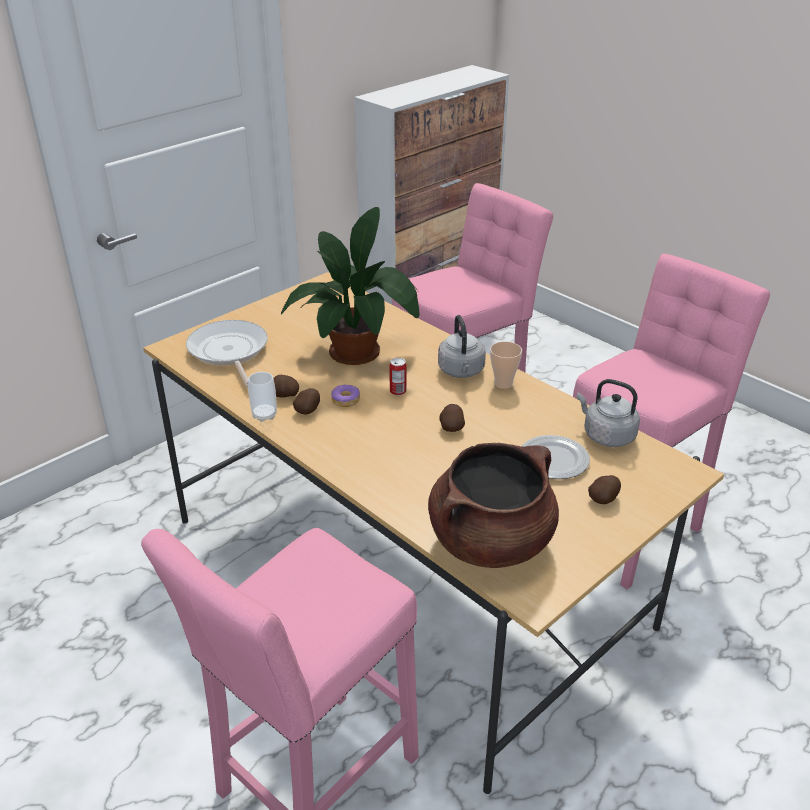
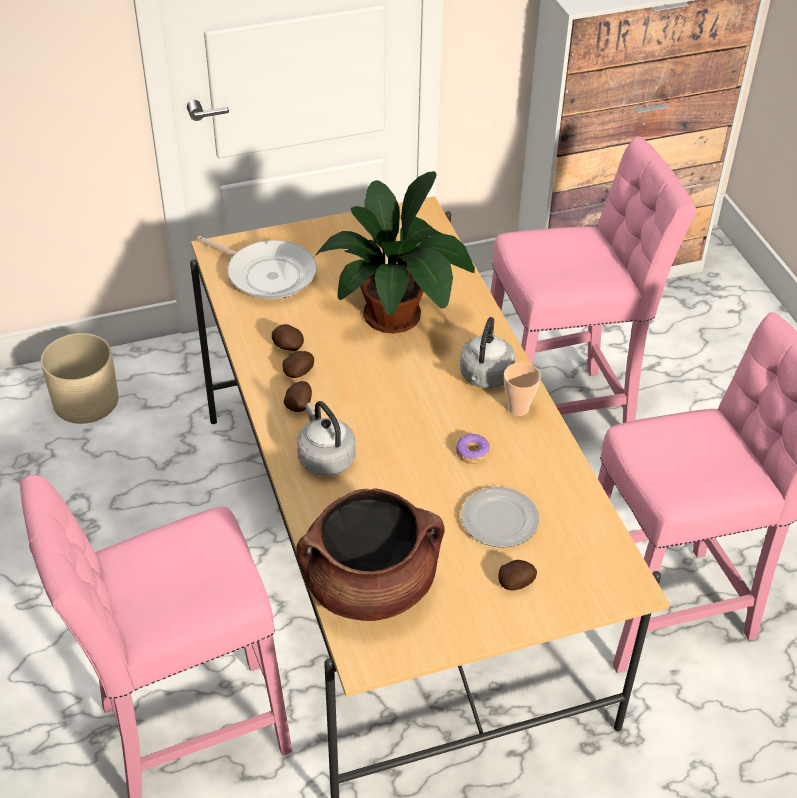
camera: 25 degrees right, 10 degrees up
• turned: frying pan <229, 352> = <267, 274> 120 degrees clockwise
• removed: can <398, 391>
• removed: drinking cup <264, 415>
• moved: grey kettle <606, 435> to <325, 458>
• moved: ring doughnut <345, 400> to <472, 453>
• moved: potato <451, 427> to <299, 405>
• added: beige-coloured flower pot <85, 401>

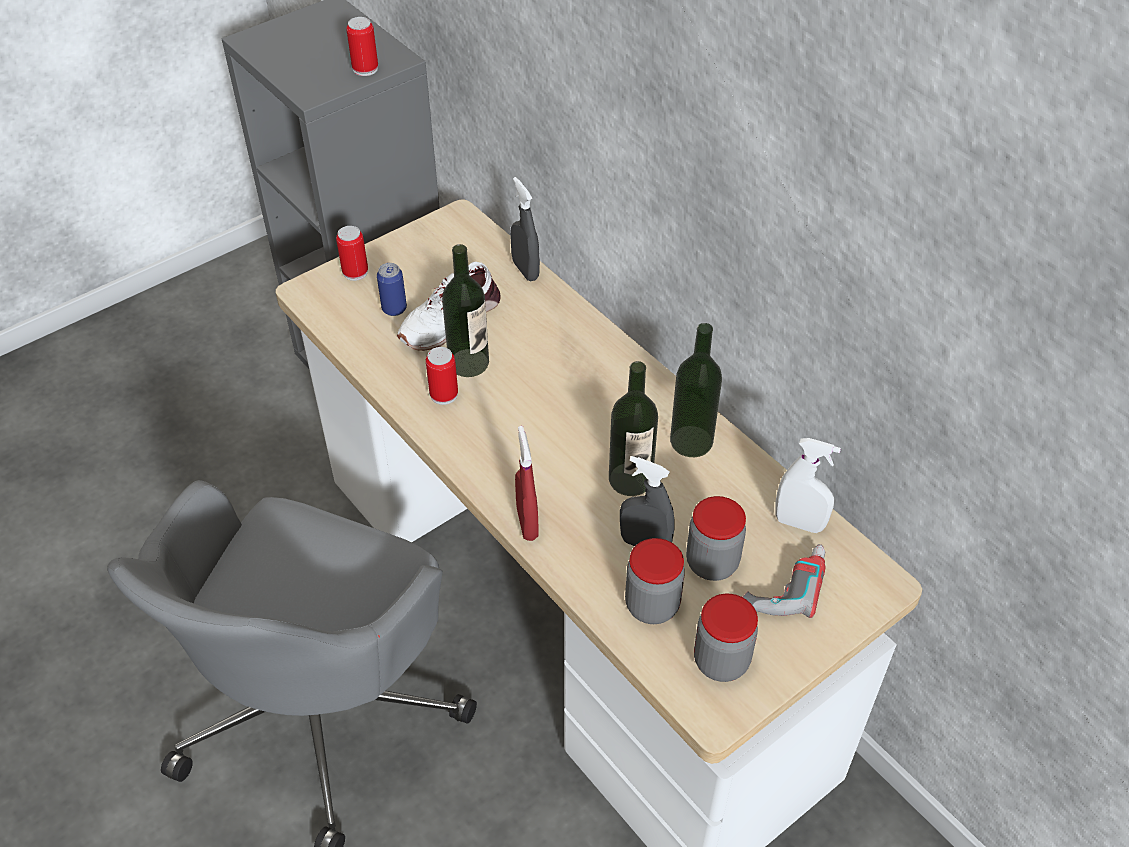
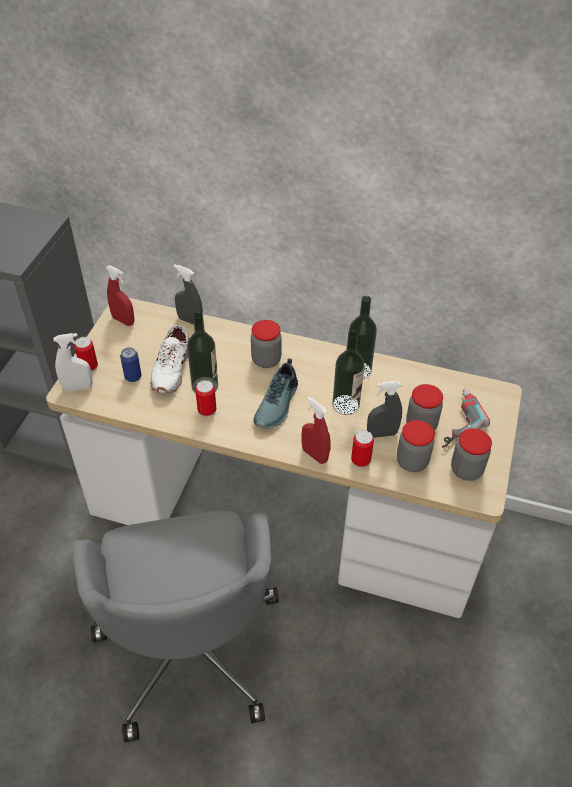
camera: 35 degrees left, 0 degrees up
• moved: can <365, 69> to <360, 460>
• moved: white sprayer <799, 523> to <78, 387>
• added: red sprayer <123, 320>
• added: jar <266, 360>
• added: low shoe <278, 404>

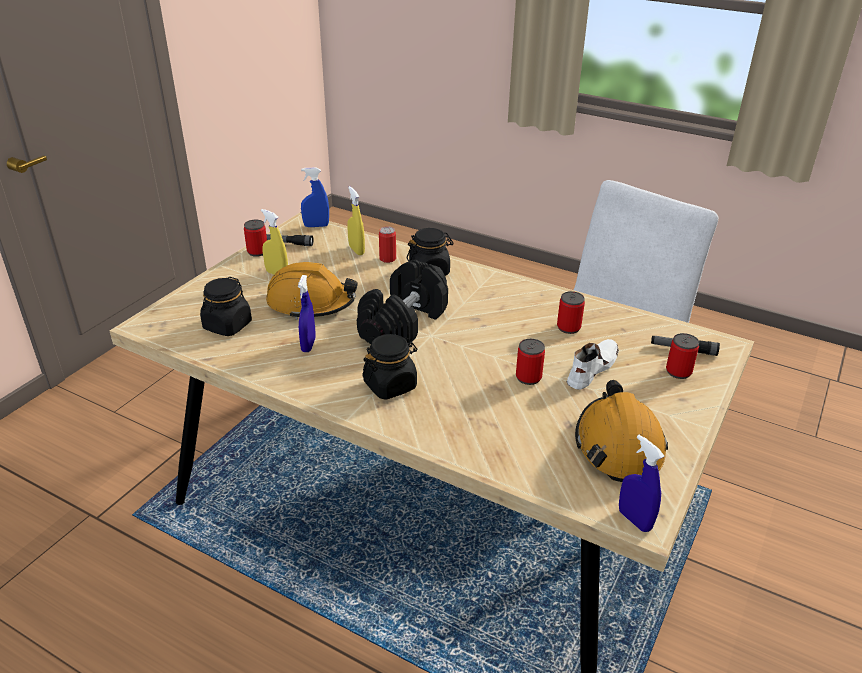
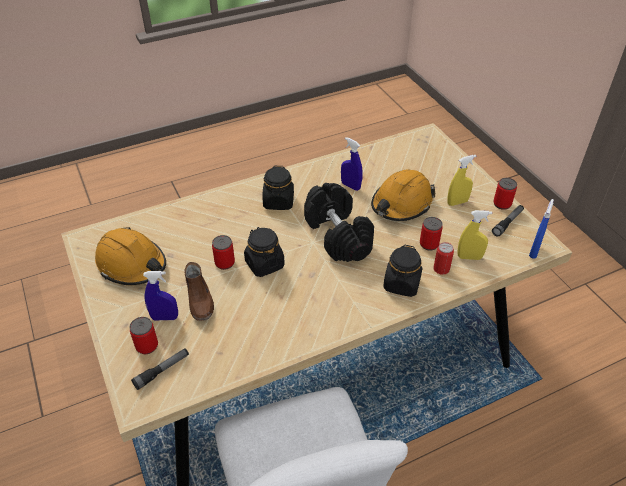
camera: 125 degrees right, 10 degrees up
• moved: black jar <227, 325> to <264, 264>
• moved: can <568, 327> to <429, 244>
• recoloured: white low shoe <591, 369> to brown-coloured low shoe <200, 299>
• moved: blue-coloured sprayer <634, 520> to <164, 317>

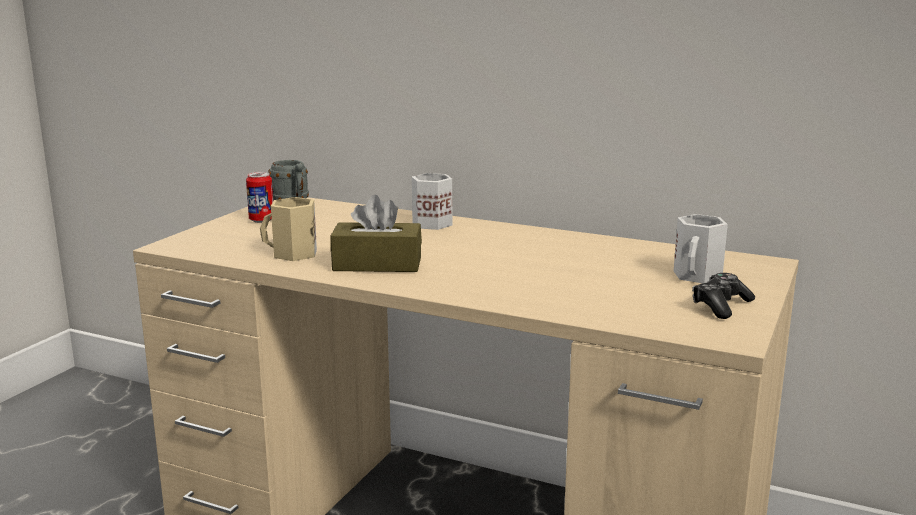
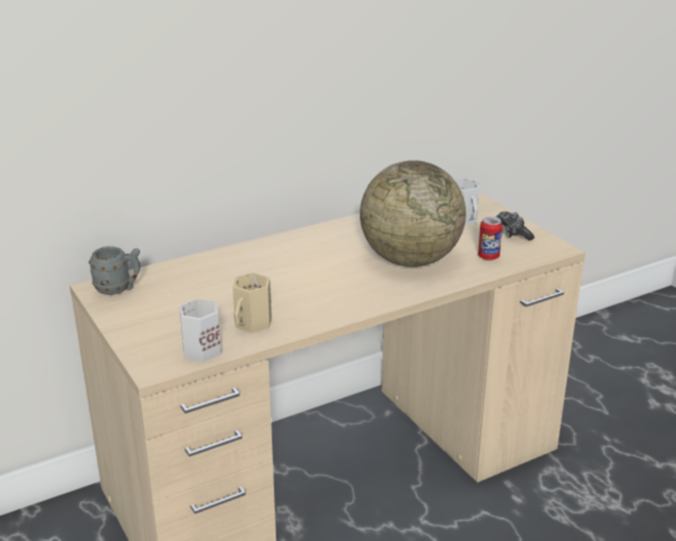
camera: 55 degrees left, 10 degrees up
• moved: can <261, 220> to <488, 257>
• moved: white mug <431, 223> to <199, 350>
• removed: brown-coloured tissue holder <377, 264>
• added: globe <410, 260>

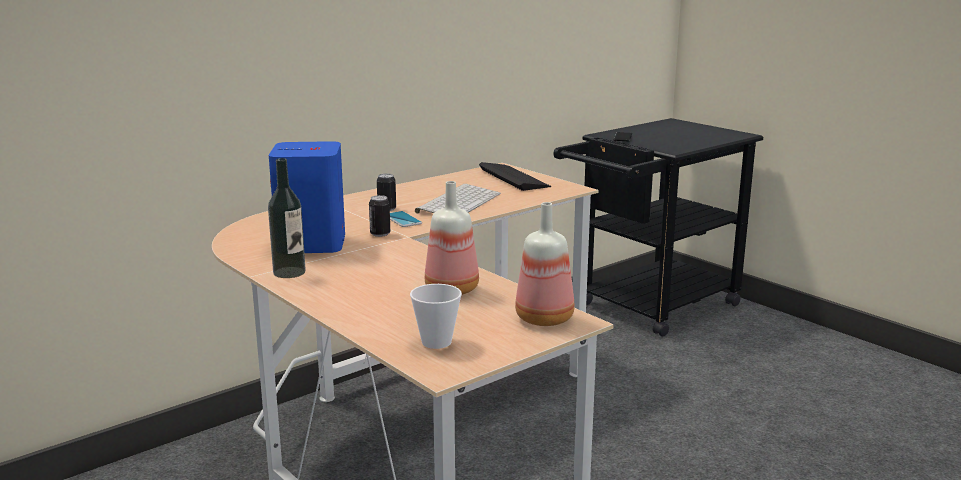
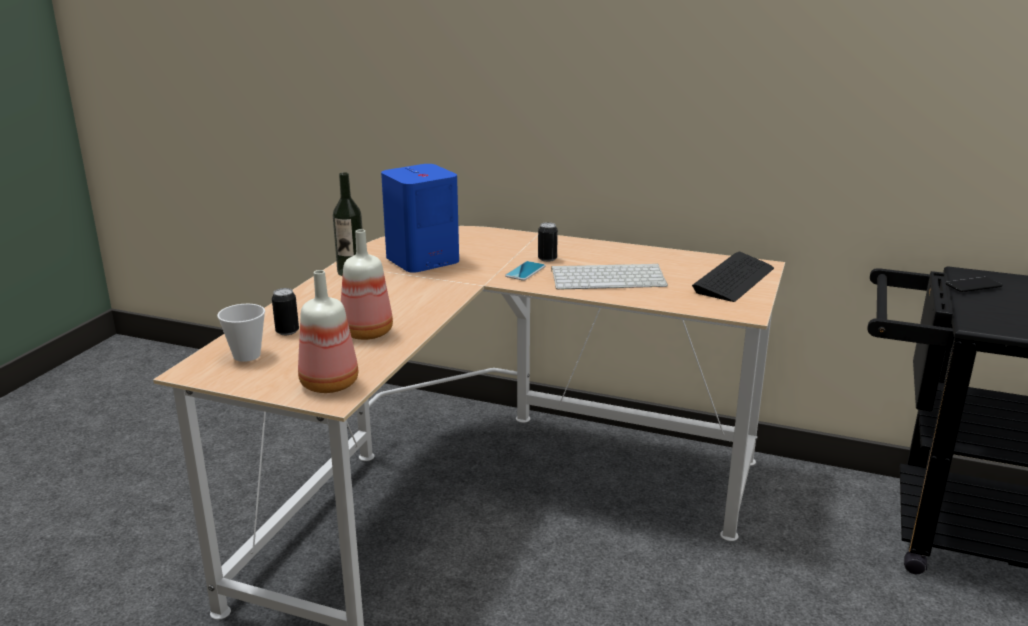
camera: 60 degrees right, 5 degrees up
• moved: can <380, 234> to <287, 331>

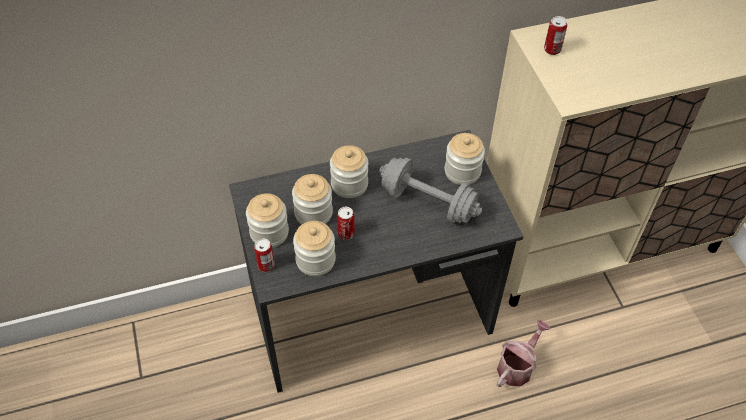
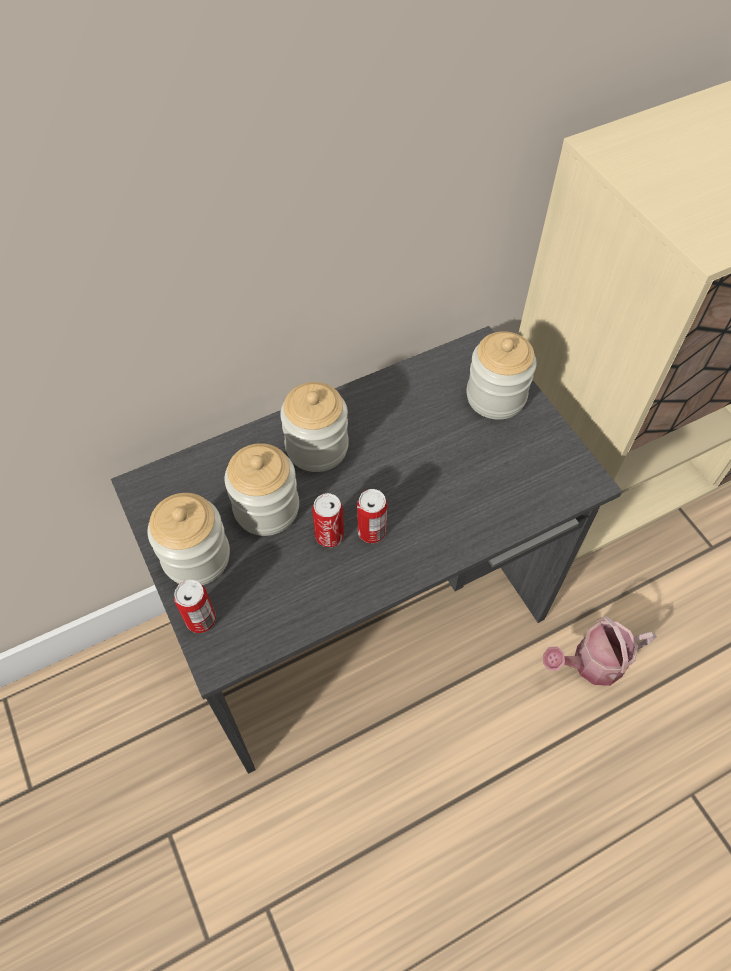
camera: 10 degrees left, 5 degrees up
• moved: can <552, 49> to <371, 531>
• removed: grey dumbbell <428, 202>
• removed: jar <315, 260>
• turned: watering pot <517, 366> = <591, 663> 135 degrees counterclockwise

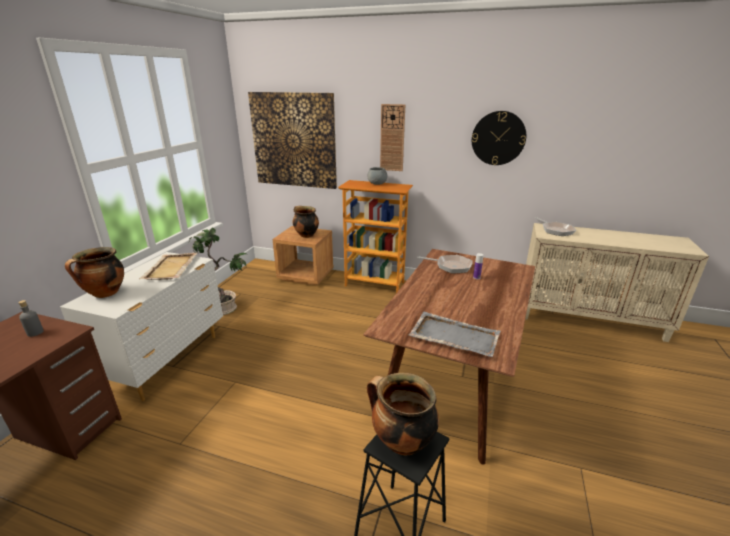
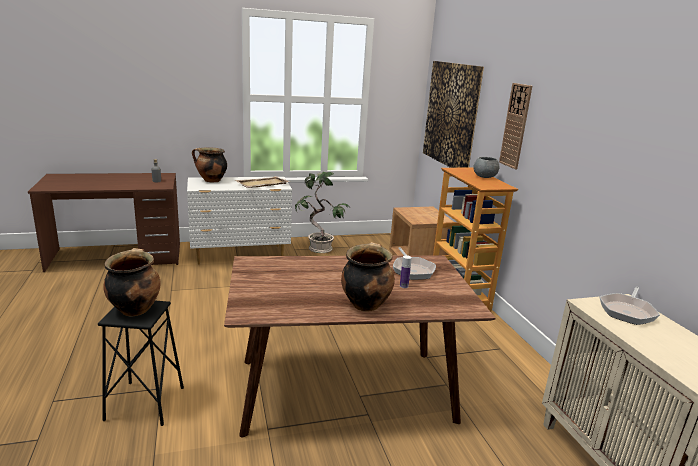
camera: 55 degrees right, 5 degrees down
• removed: wall clock <498, 138>
• moved: cooking pot <305, 235> to <365, 304>
• removed: grey serving tray <453, 336>

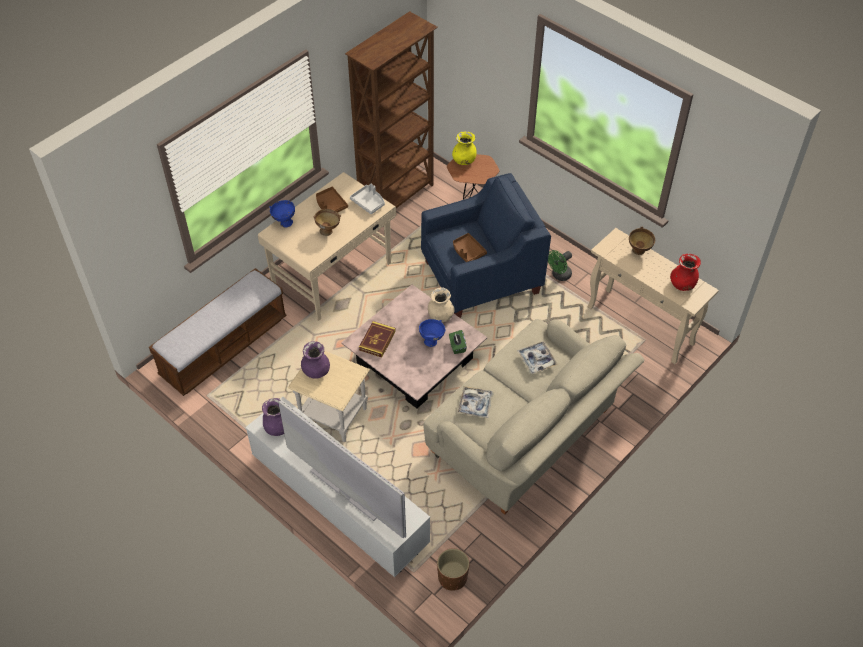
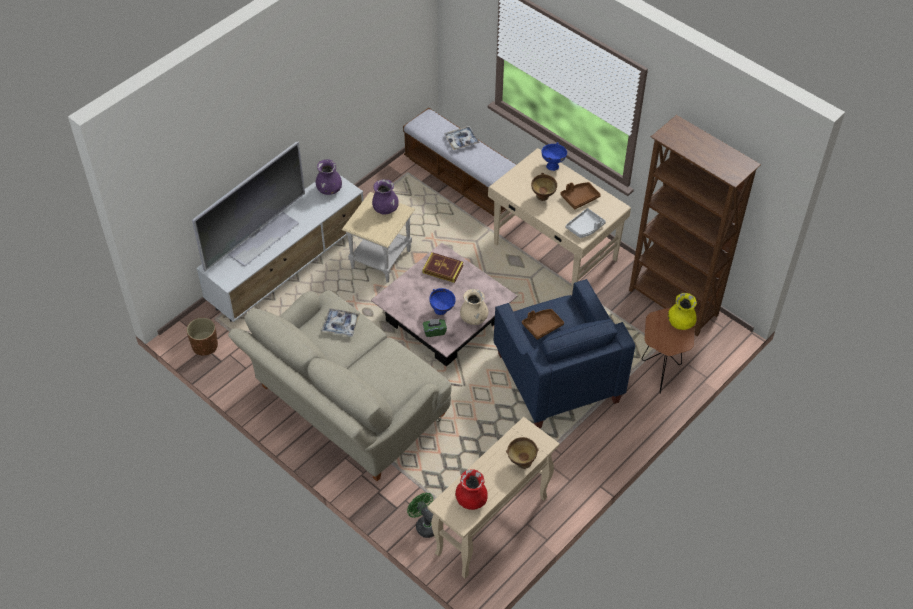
camera: 90 degrees right, 0 degrees up
• moved: greenish electric fan <559, 275> to <424, 524>
• moved: serving tray <536, 360> to <461, 141>

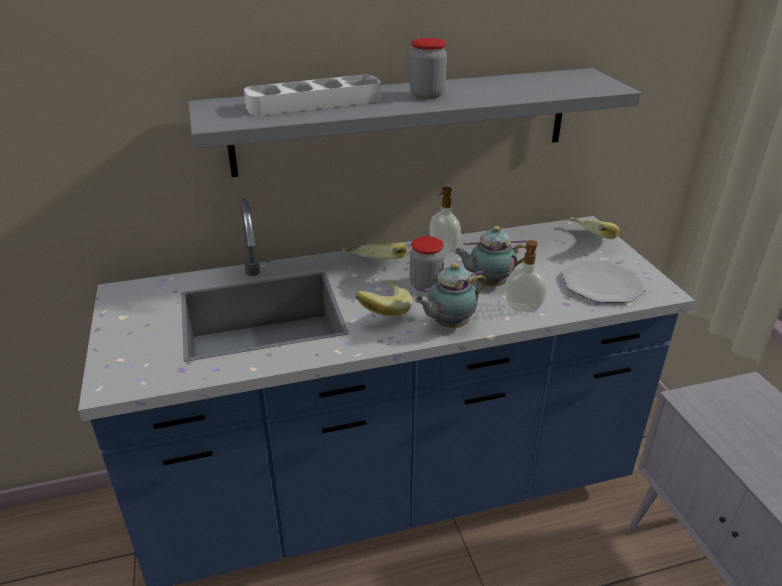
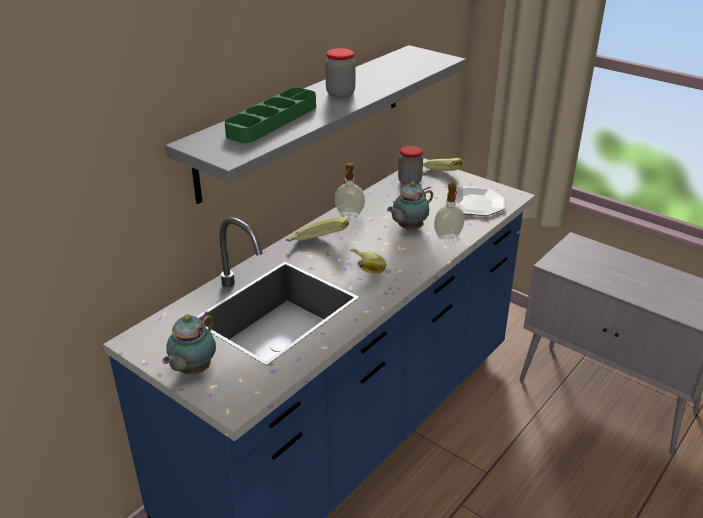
camera: 35 degrees left, 0 degrees up
• recoloured: grey serving tray <314, 103> to greenish serving tray <272, 121>
• moved: jar <426, 285> to <409, 181>
• moved: tea pot <448, 325> to <192, 370>

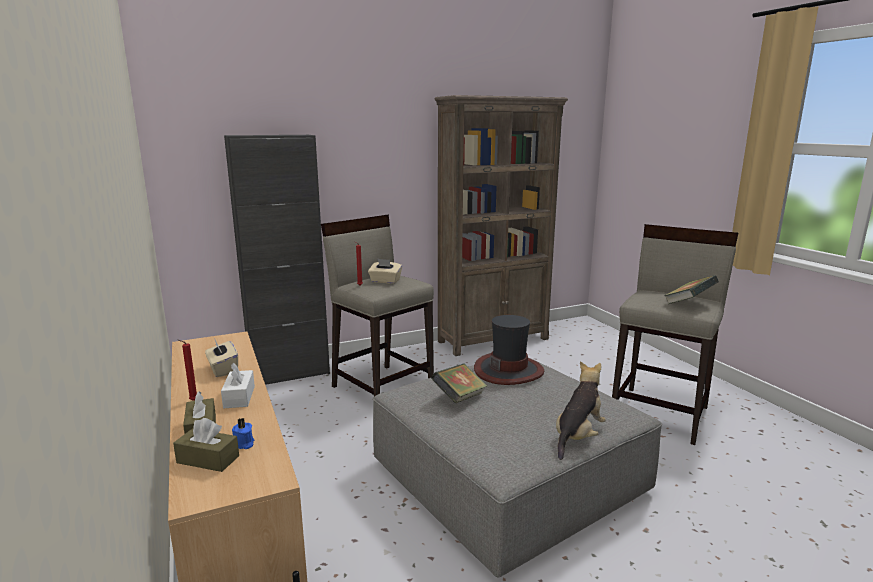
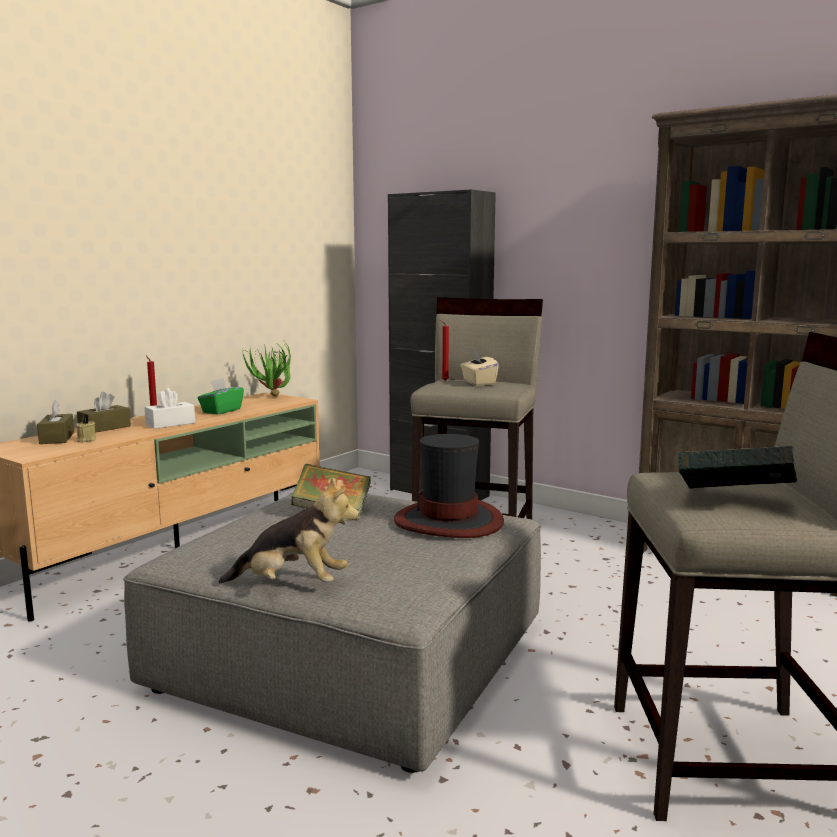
camera: 60 degrees right, 5 degrees down
• recoloured: beige-coloured tissue holder <223, 369> to greenish tissue holder <221, 411>
• recoloured: blue-coloured wax candle <244, 444> to beige-coloured wax candle <85, 440>
• added: houseplant <272, 398>

